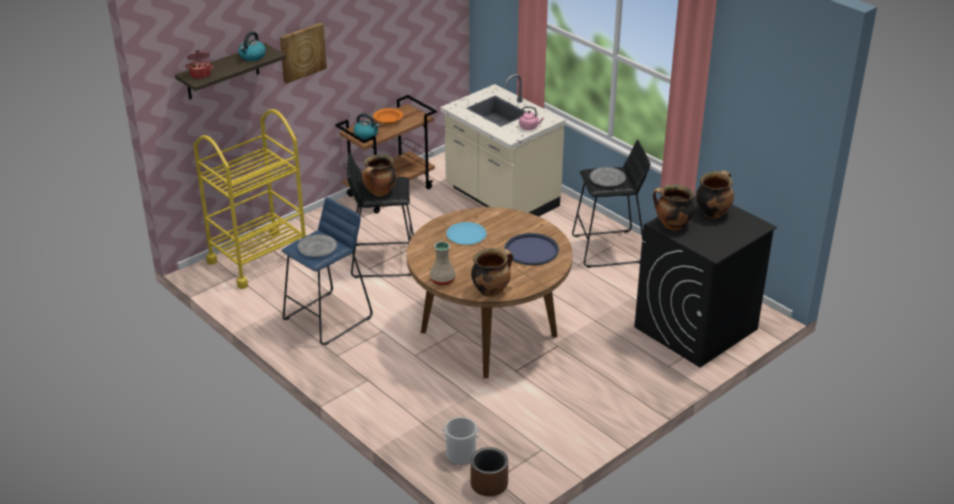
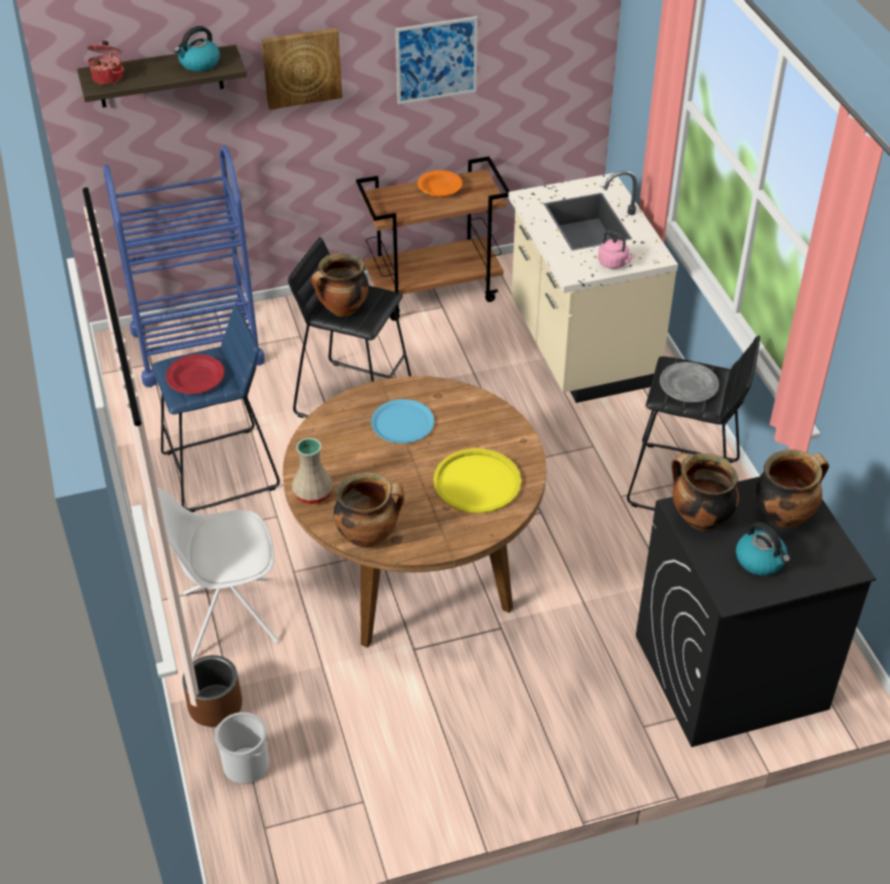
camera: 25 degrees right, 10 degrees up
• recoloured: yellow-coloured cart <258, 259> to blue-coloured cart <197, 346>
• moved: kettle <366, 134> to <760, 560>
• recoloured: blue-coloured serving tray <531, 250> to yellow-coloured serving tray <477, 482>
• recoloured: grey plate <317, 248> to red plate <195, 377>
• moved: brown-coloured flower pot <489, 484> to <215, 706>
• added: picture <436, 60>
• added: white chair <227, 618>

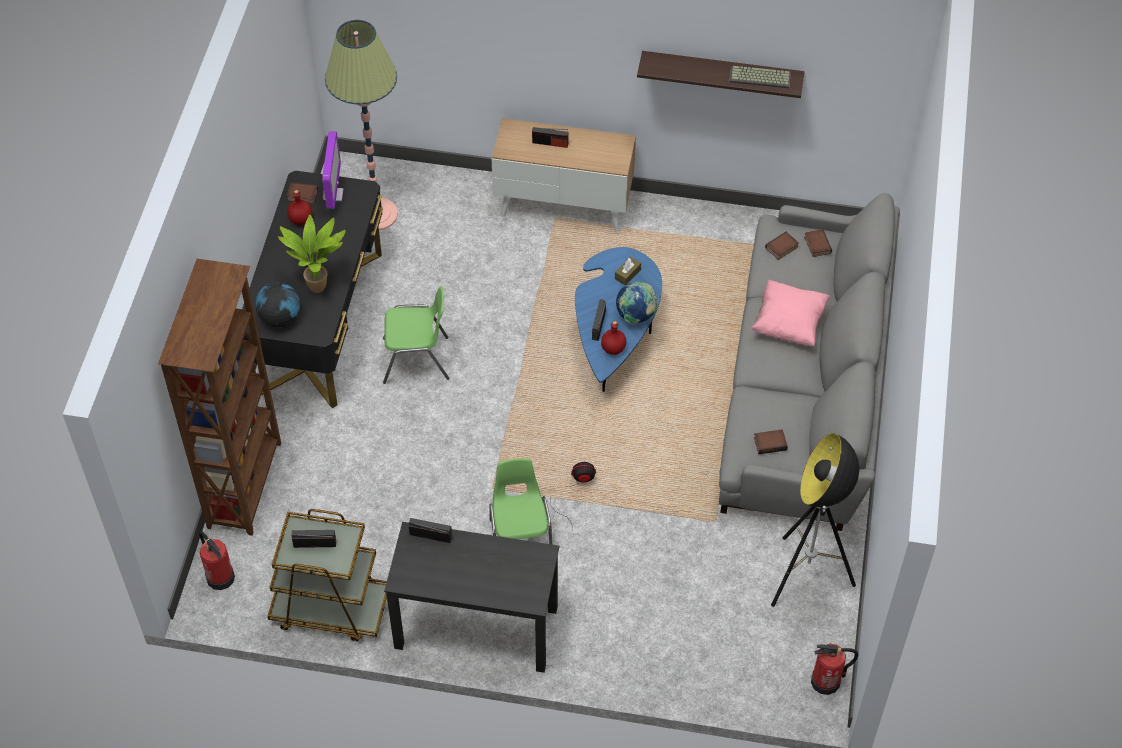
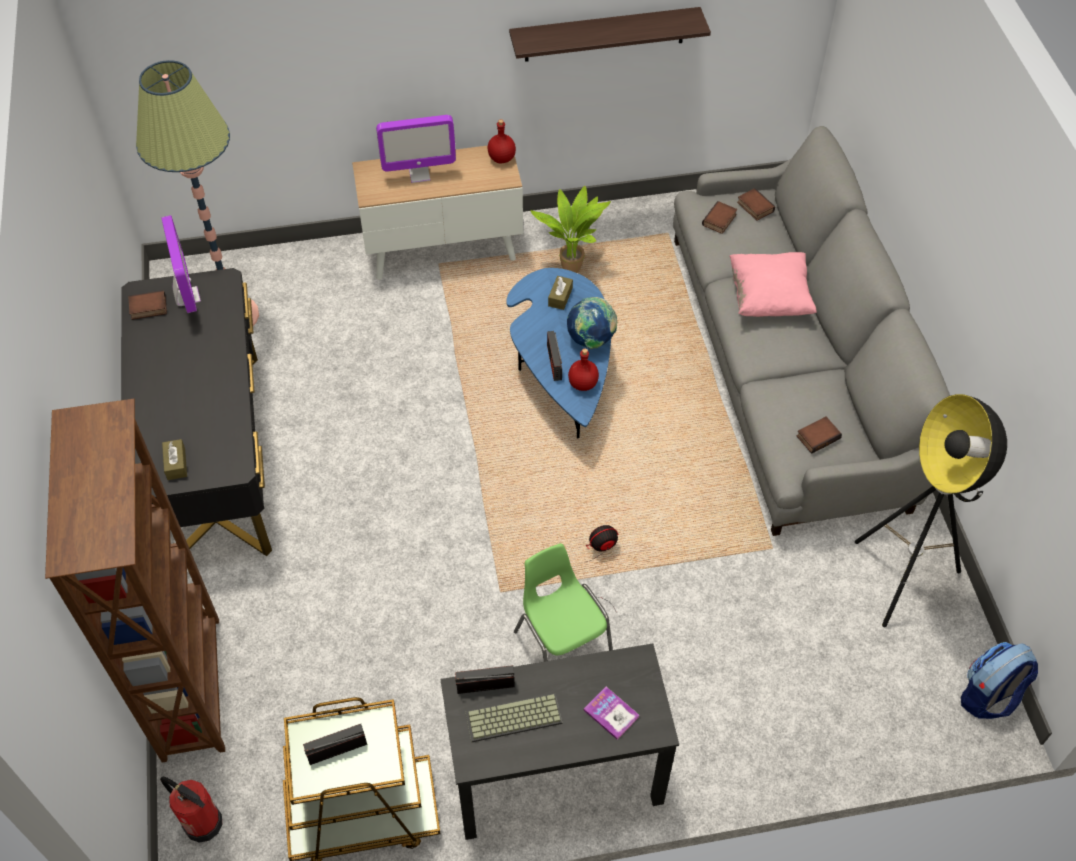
camera: 20 degrees left, 0 degrees up
• moved: keyboard <759, 78> to <513, 719>
• replaced: radio set <550, 143> to monitor <419, 174>
• moved: red bottle <300, 220> to <501, 159>
• moved: houseplant <319, 285> to <572, 267>
• replaced: globe <280, 318> to brown-coloured tissue holder <176, 464>
• removed: greenish chair <417, 360>
• replaced: extinguisher <826, 681> to rucksack <988, 696>
• added: bound book <611, 713>

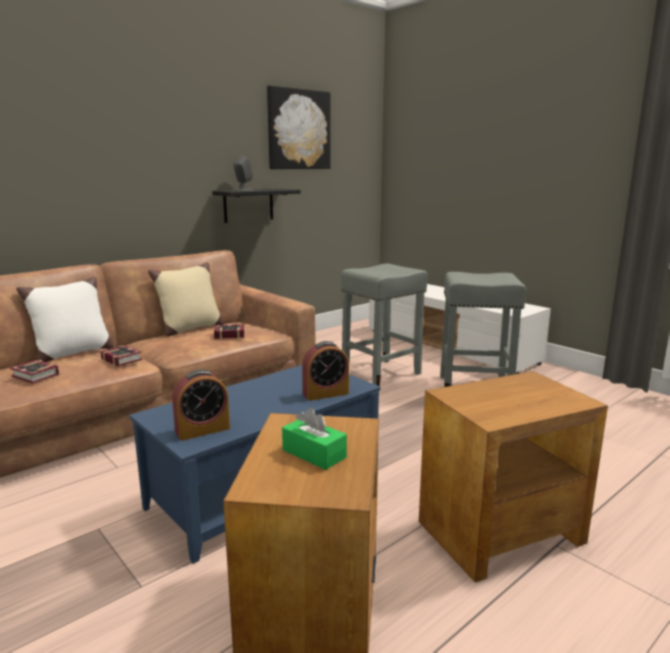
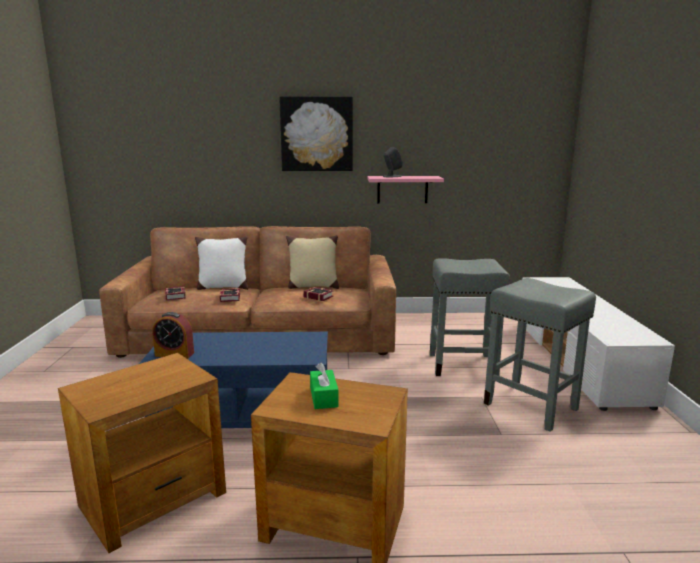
camera: 40 degrees right, 0 degrees up
• moved: picture <298, 129> to <316, 134>
• recoloured: black shelf <248, 205> to pink shelf <402, 189>
• removed: bedside clock <325, 394>
• moved: greenish tissue holder <314, 454> to <324, 397>

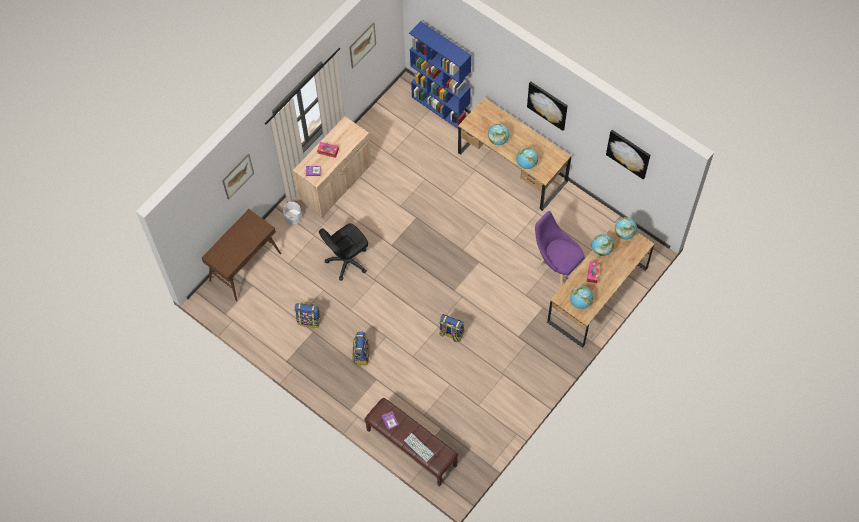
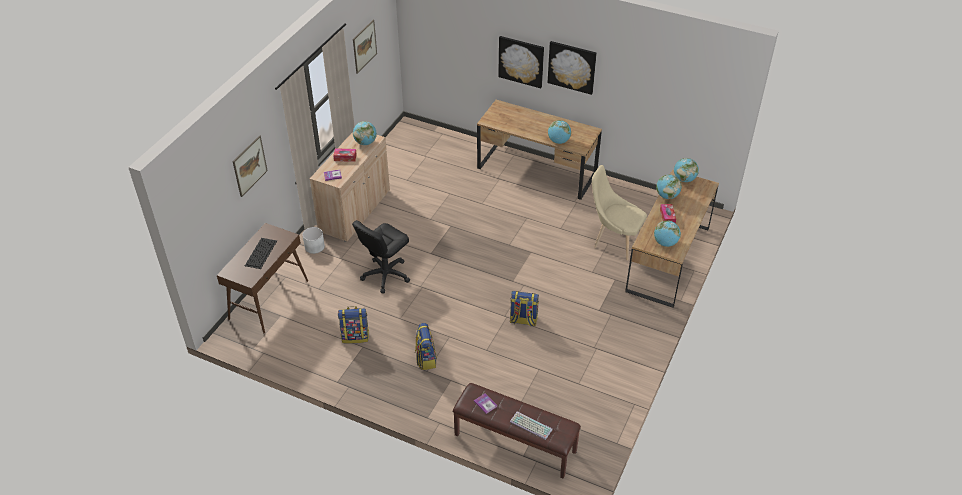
camera: 15 degrees left, 20 degrees down
• removed: blue-coloured shelving unit <441, 107>
• moved: globe <498, 140> to <365, 142>
• moved: picture <628, 153> to <521, 61>
• recoloured: purple chair <556, 265> to beige-coloured chair <614, 241>
• added: keyboard <261, 253>

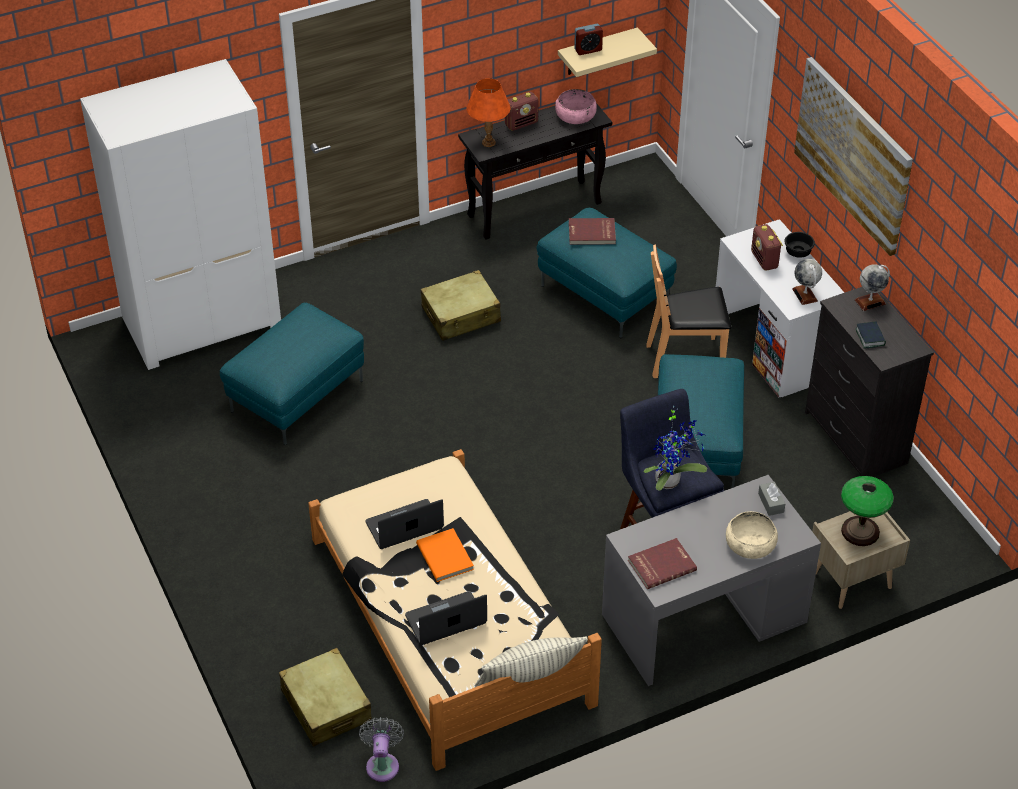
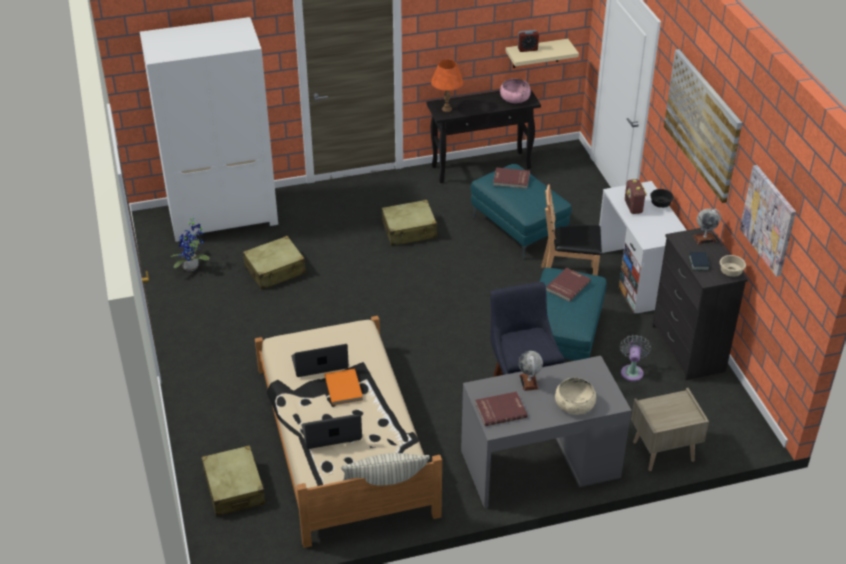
camera: 10 degrees right, 5 degrees down
• removed: radio set <521, 124>
• moved: globe <805, 295> to <529, 382>
• replaced: blue-green footrest <296, 395> to beige-coloured suitcase <275, 270>
• moved: houseplant <671, 481> to <193, 267>
• removed: tabletop lamp <860, 531>
• removed: grey tissue holder <771, 503>
• moved: grey electric fan <382, 764> to <632, 371>
• added: picture <768, 220>
• added: beige-coloured bowl <729, 272>
• added: red bound book <567, 285>

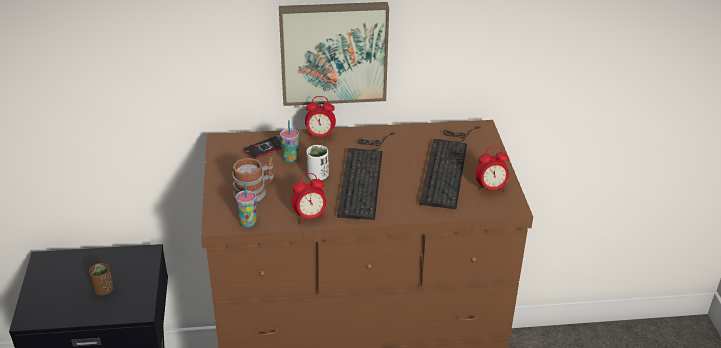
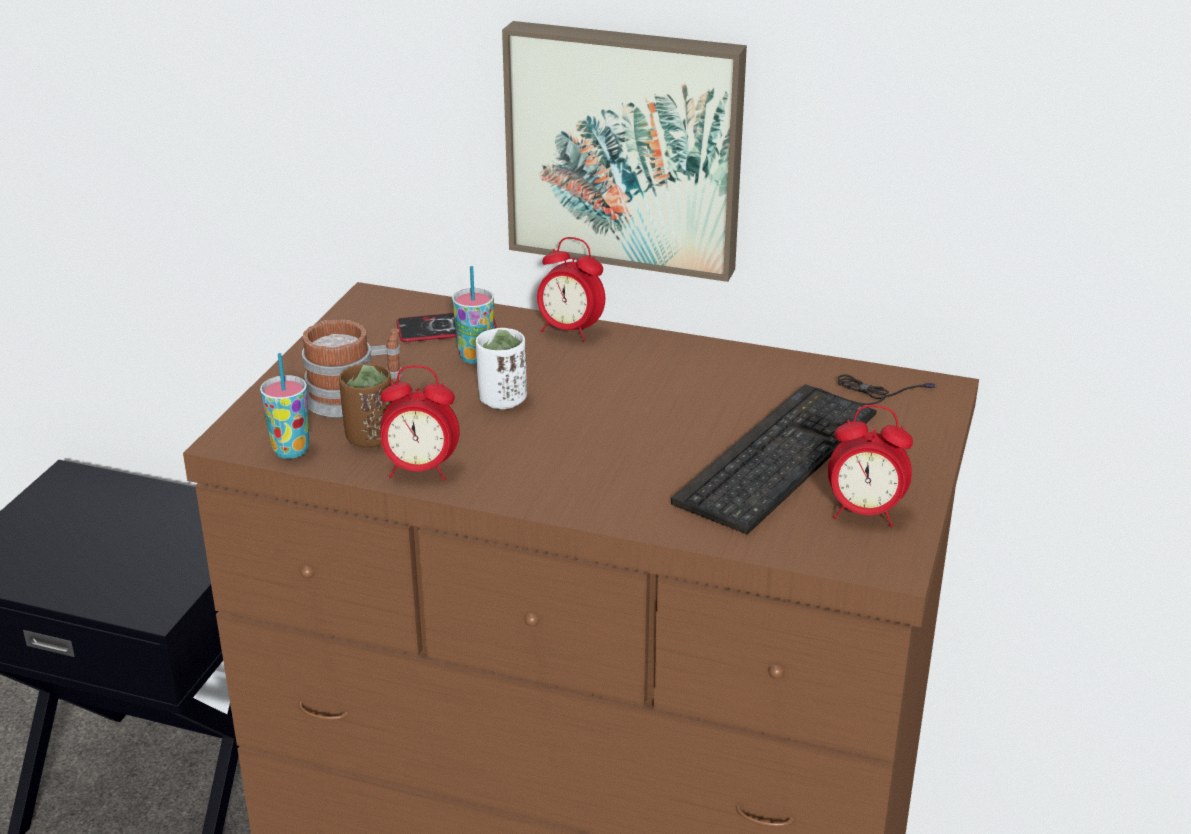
camera: 25 degrees right, 5 degrees down
• removed: keyboard <364, 175>
• moved: brown-coloured drinking cup <103, 290> to <370, 438>

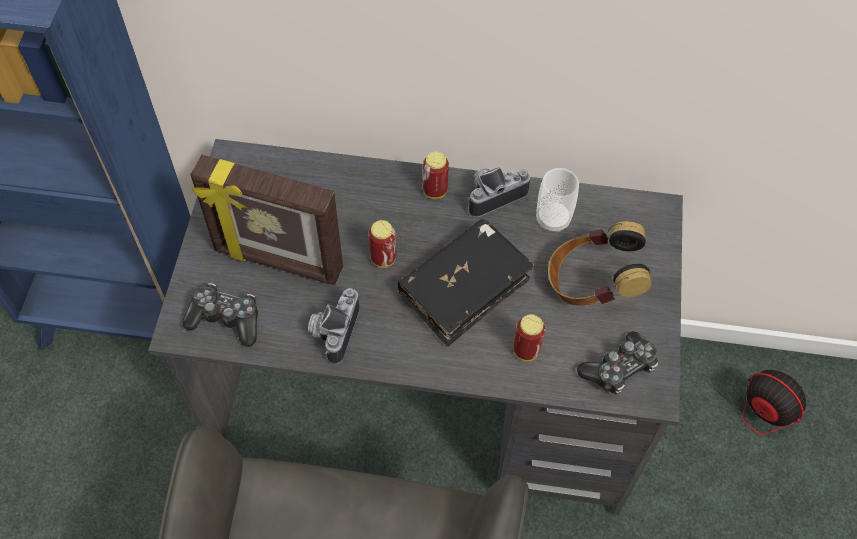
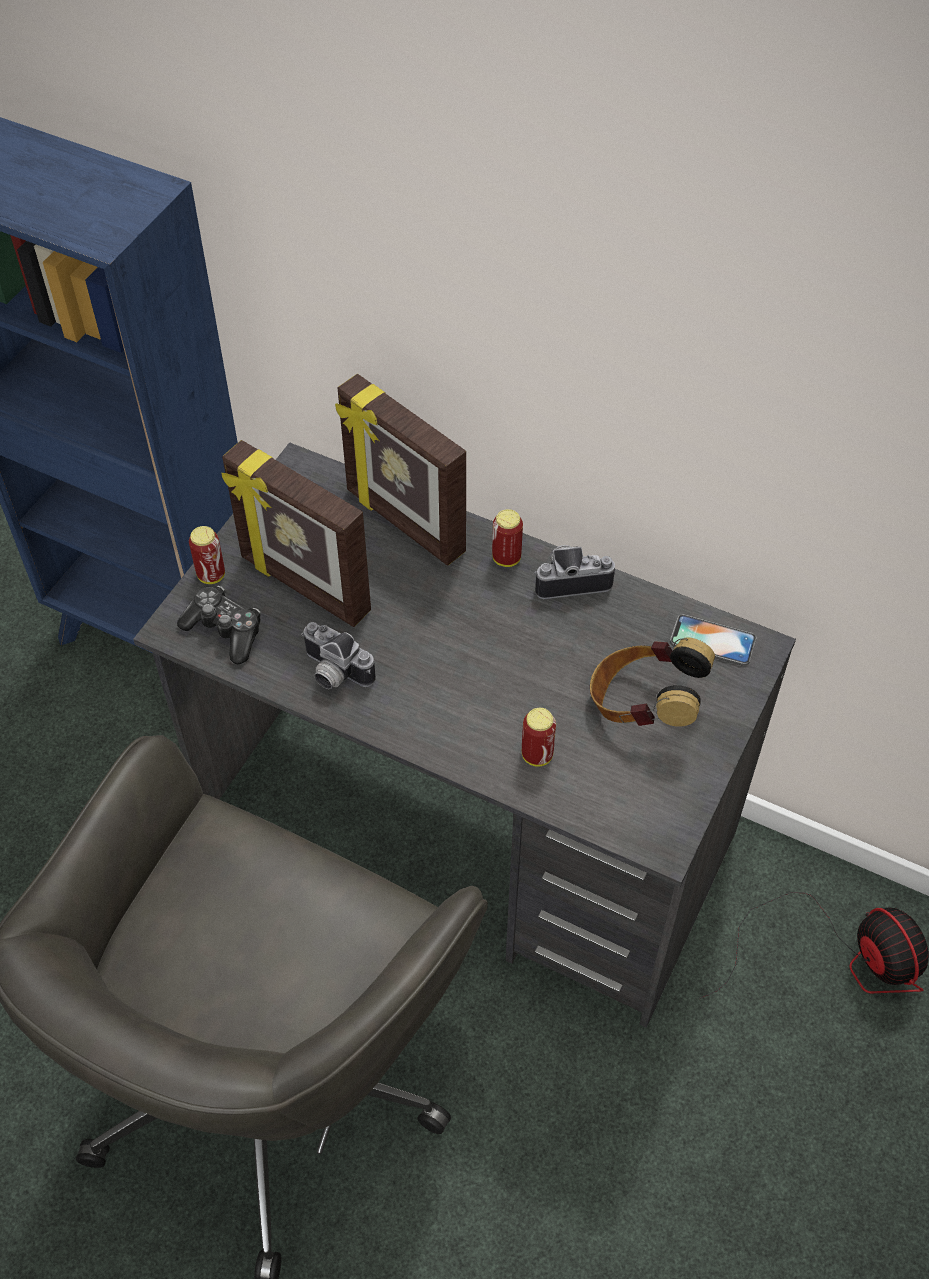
camera: 20 degrees right, 5 degrees down
• removed: drinking cup <553, 219>
• removed: black bound book <464, 288>
• moved: can <383, 259> to <211, 575>
• turned: still camera <333, 330> = <333, 673> 90 degrees counterclockwise
• removed: game controller <619, 369>
• added: picture frame <403, 523>
• added: handset <712, 640>

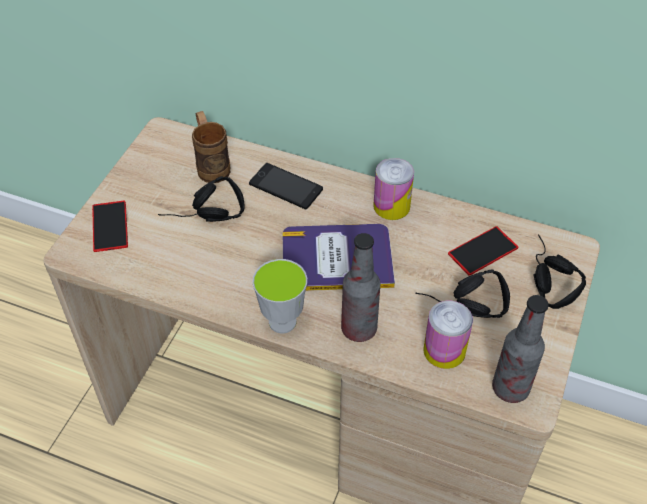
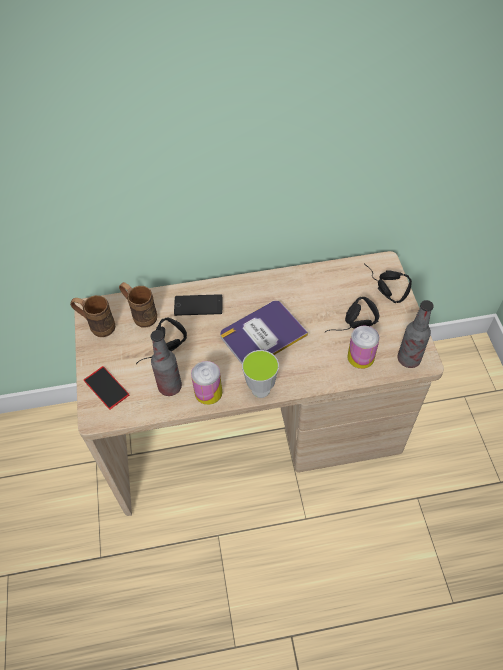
camera: 30 degrees left, 5 degrees up
• moved: can <391, 206> to <208, 392>
• removed: handset <482, 251>
• moved: bottle <359, 329> to <170, 387>
• added: brown-coloured mug <97, 326>

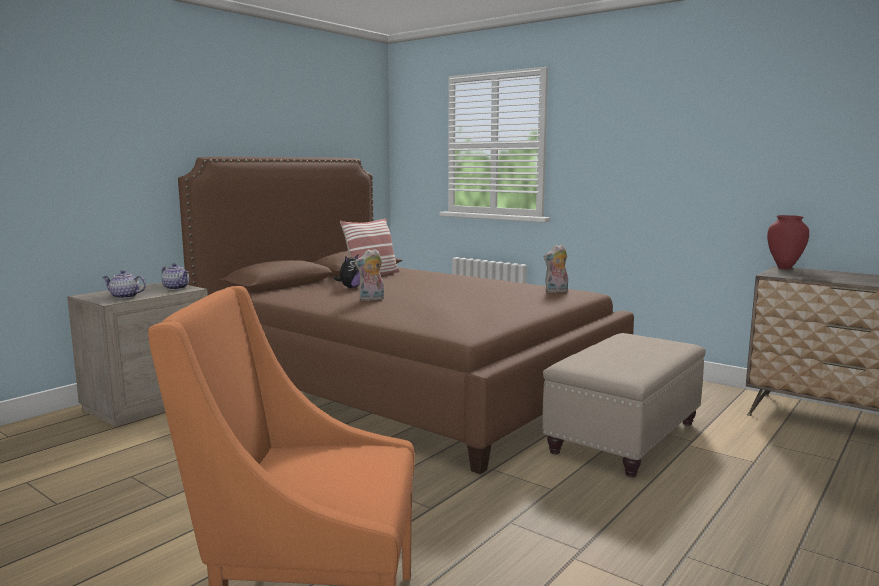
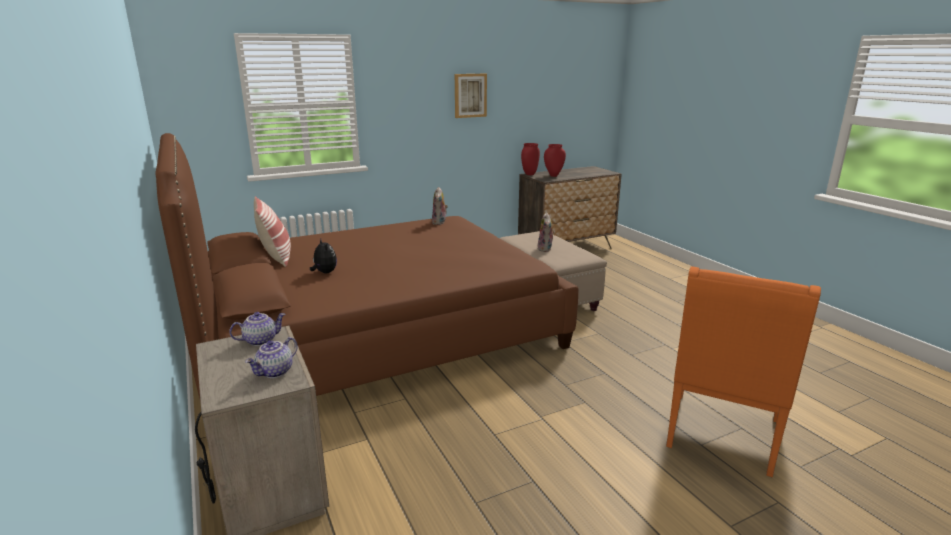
camera: 65 degrees left, 10 degrees up
• moved: soft toy <371, 299> to <546, 249>
• added: picture <470, 95>
• added: red flower vase <553, 176>

